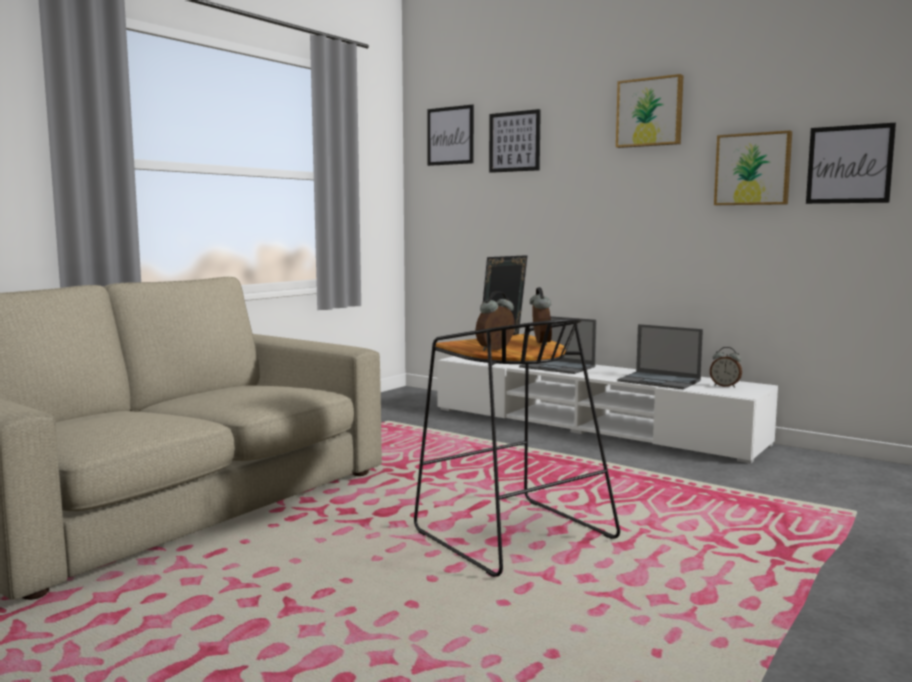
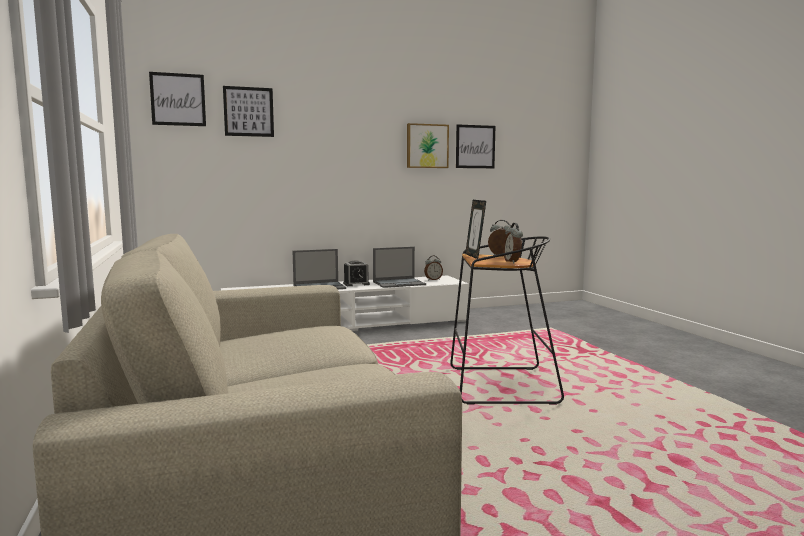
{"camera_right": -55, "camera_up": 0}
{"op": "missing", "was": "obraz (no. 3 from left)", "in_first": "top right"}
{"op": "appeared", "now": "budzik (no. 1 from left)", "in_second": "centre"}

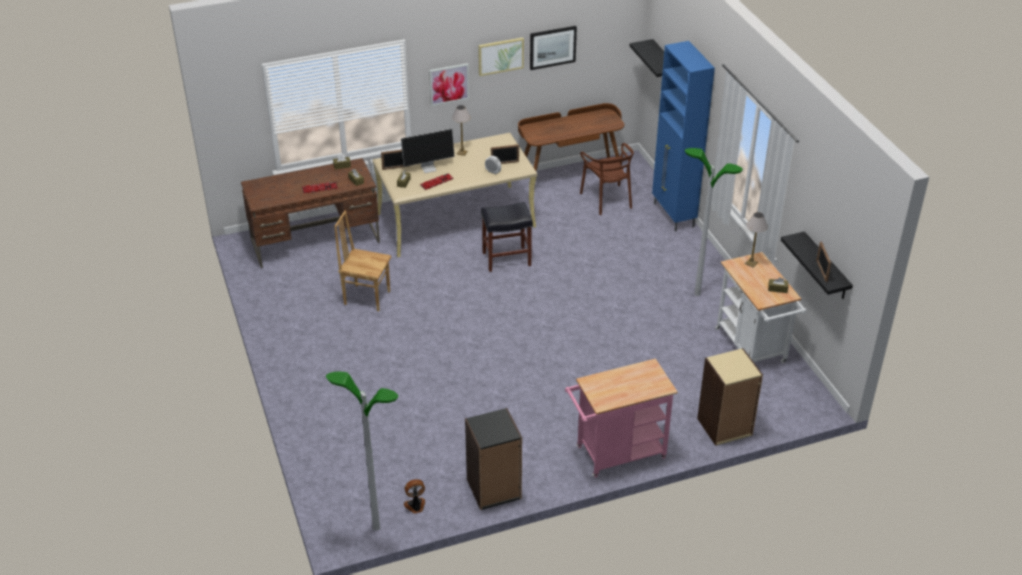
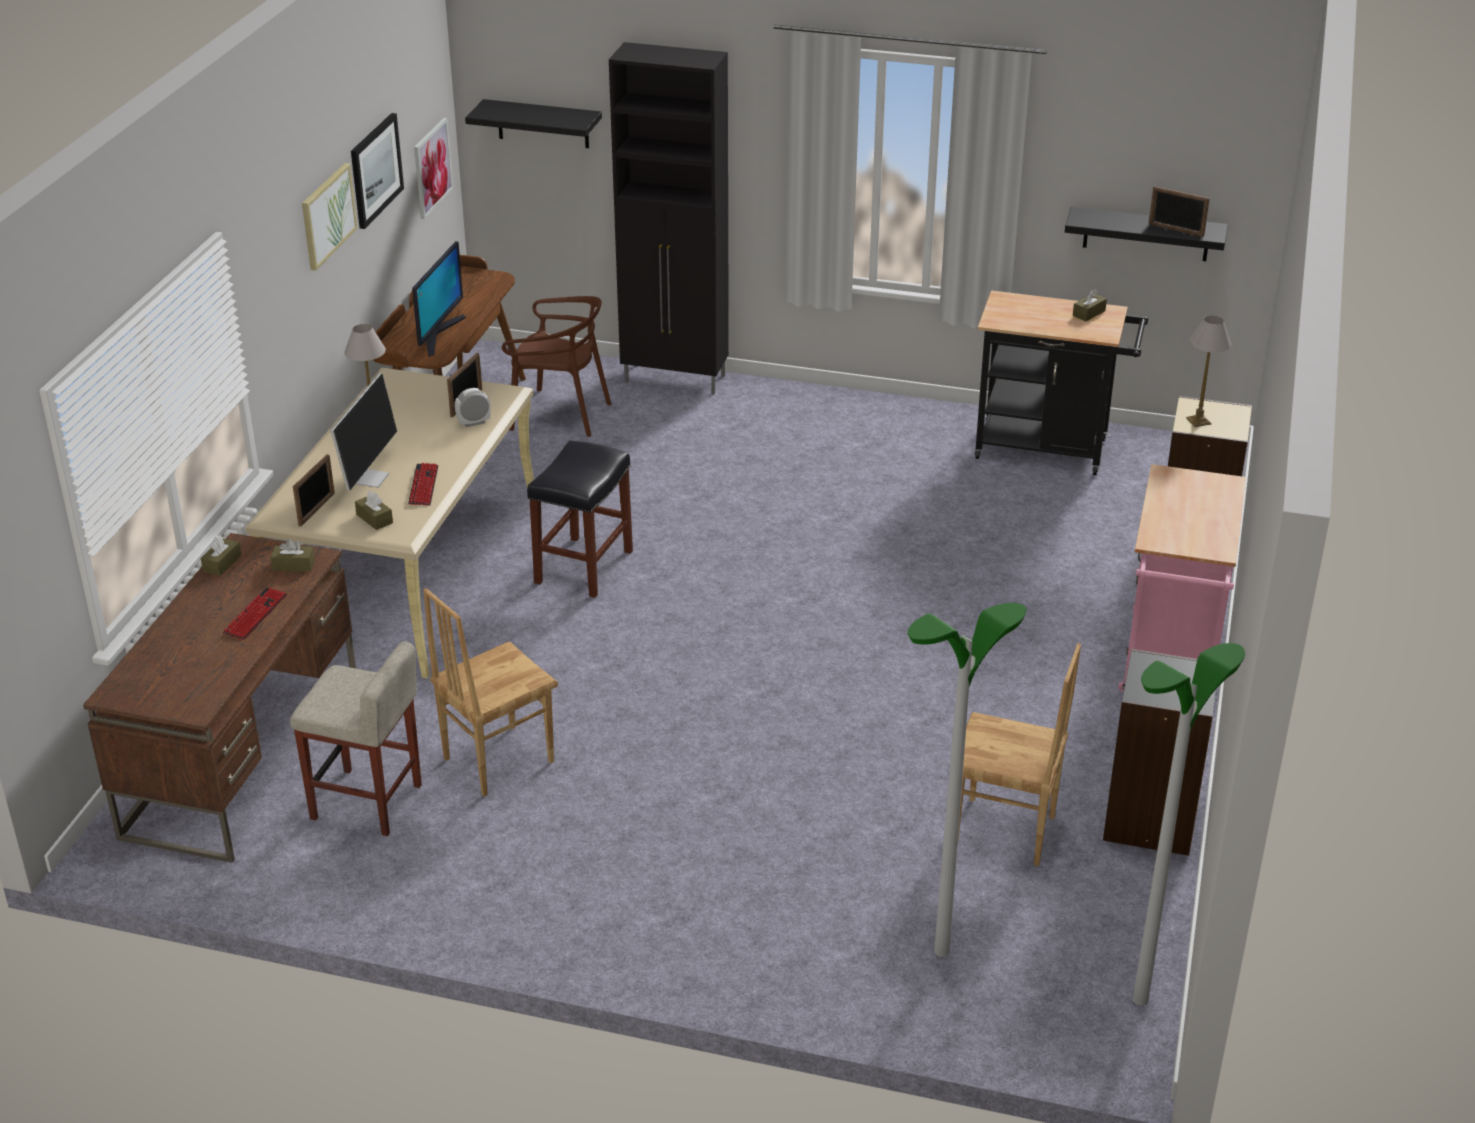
{"camera_right": -55, "camera_up": -5}
{"op": "missing", "was": "wentylator", "in_first": "bottom centre"}
{"op": "appeared", "now": "stołek/beżowy", "in_second": "middle left"}
{"op": "appeared", "now": "monitor (no. 2 from left)", "in_second": "top left"}
{"op": "appeared", "now": "krzesło/brązowy (no. 3 from left)", "in_second": "bottom right"}
{"op": "relocated", "was": "obraz (no. 1 from left in the first image)", "now": "obraz (no. 3 from left)", "in_first": "top centre", "in_second": "top left"}
{"op": "relocated", "was": "lampa stojąca (no. 2 from left in the first image)", "now": "lampa stojąca (no. 1 from left)", "in_first": "middle right", "in_second": "bottom centre"}
{"op": "relocated", "was": "lampa stołowa (no. 2 from left)", "in_first": "middle right", "in_second": "top right"}
{"op": "colour", "was": "szafka/niebieski", "now": "szafka/czarny", "in_first": "top right", "in_second": "top centre"}
{"op": "colour", "was": "wózek/biały", "now": "wózek/czarny", "in_first": "middle right", "in_second": "middle right"}

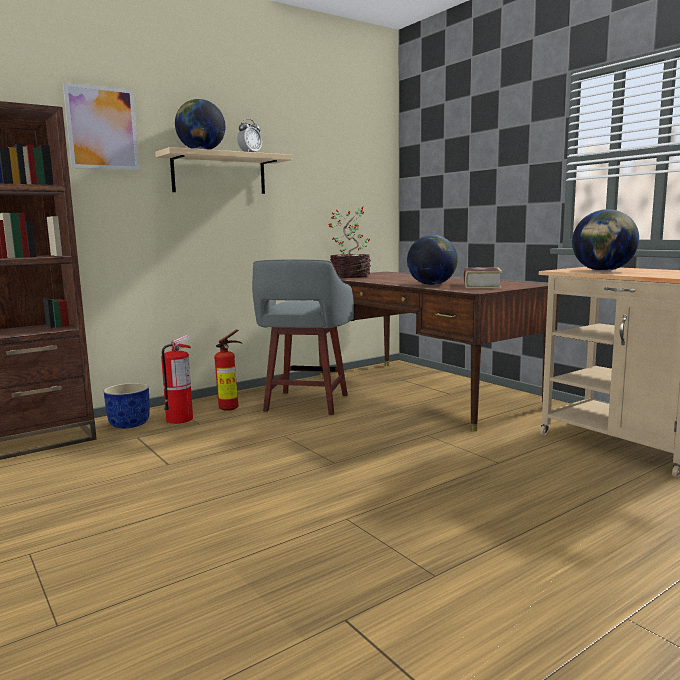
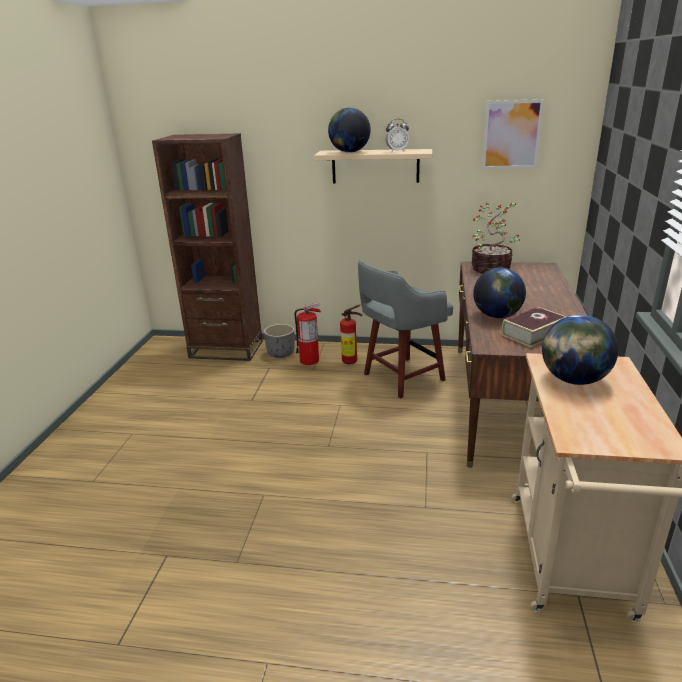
{"camera_right": 45, "camera_up": 15}
{"op": "relocated", "was": "obraz", "in_first": "top left", "in_second": "top right"}
{"op": "colour", "was": "donica/niebieski", "now": "donica/szary", "in_first": "middle left", "in_second": "centre"}

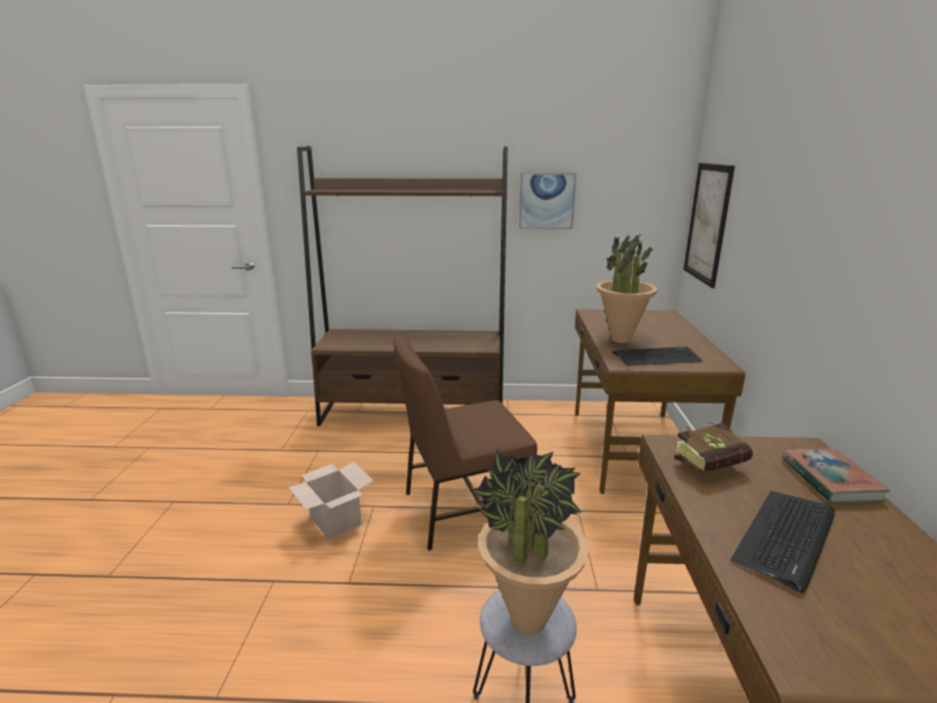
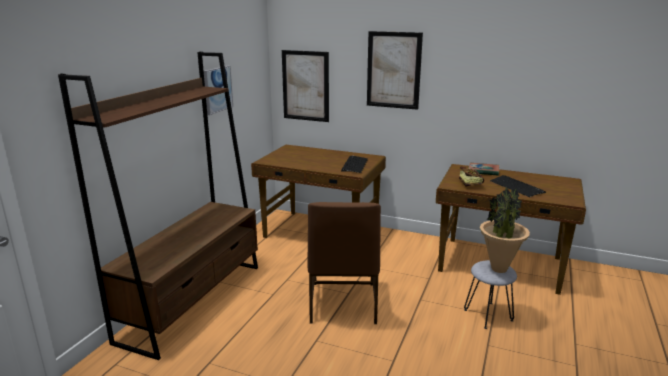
{"camera_right": -70, "camera_up": 0}
{"op": "missing", "was": "karton", "in_first": "bottom centre"}
{"op": "missing", "was": "roślina doniczkowa (no. 2 from left)", "in_first": "middle right"}
{"op": "appeared", "now": "obraz (no. 3 from left)", "in_second": "top centre"}

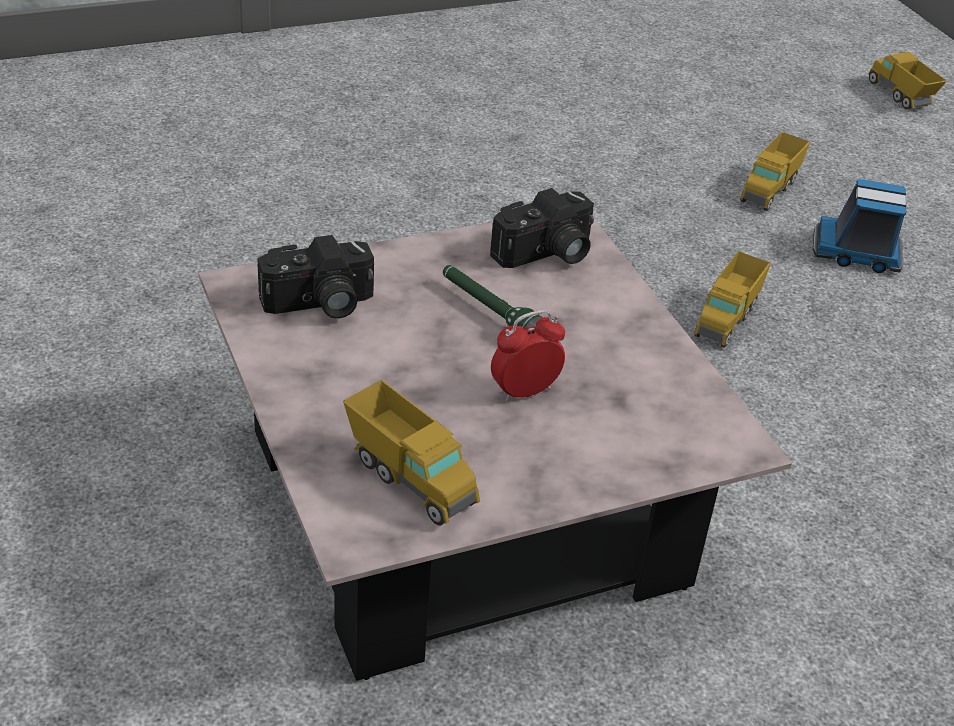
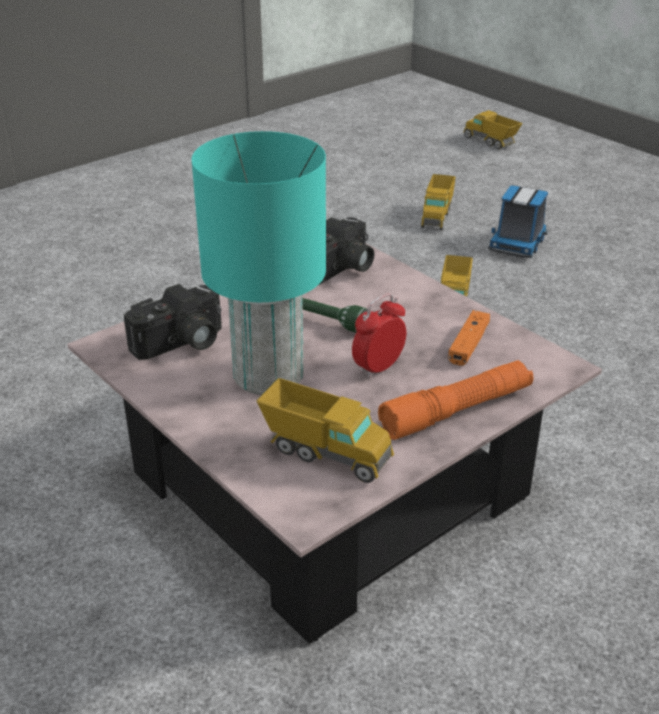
{"camera_right": -15, "camera_up": -5}
{"op": "appeared", "now": "lampa stołowa/turkusowy", "in_second": "centre"}
{"op": "appeared", "now": "latarka/pomarańczowy", "in_second": "middle right"}
{"op": "appeared", "now": "pad do gier/pomarańczowy", "in_second": "middle right"}
{"op": "spun", "was": "ciężarówka zabawkowa (no. 4 from left in the first image)", "in_first": "top right", "in_second": "top right", "clockwise": -60}

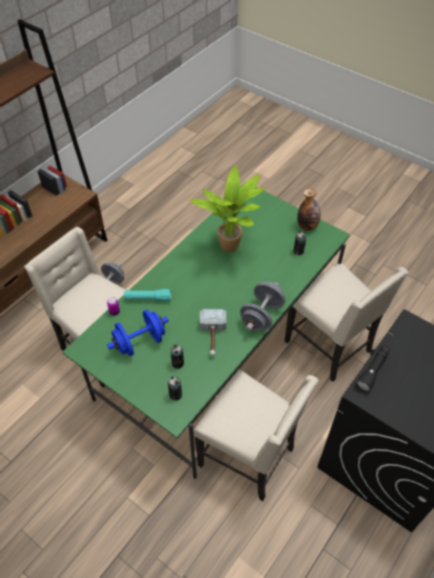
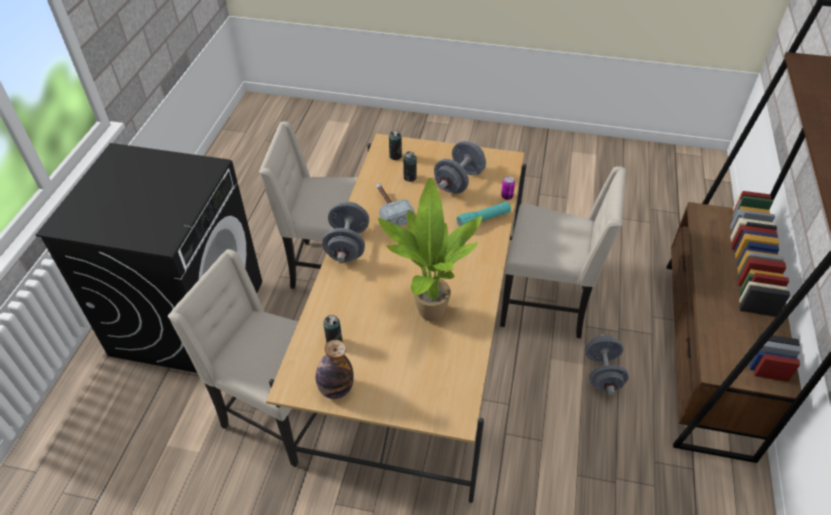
{"camera_right": 155, "camera_up": -5}
{"op": "missing", "was": "latarka/czarny", "in_first": "middle right"}
{"op": "colour", "was": "stół jadalny/zielony", "now": "stół jadalny/beżowy", "in_first": "centre", "in_second": "centre"}
{"op": "colour", "was": "hantel/niebieski", "now": "hantel/szary (no. 2 from left)", "in_first": "middle left", "in_second": "top centre"}

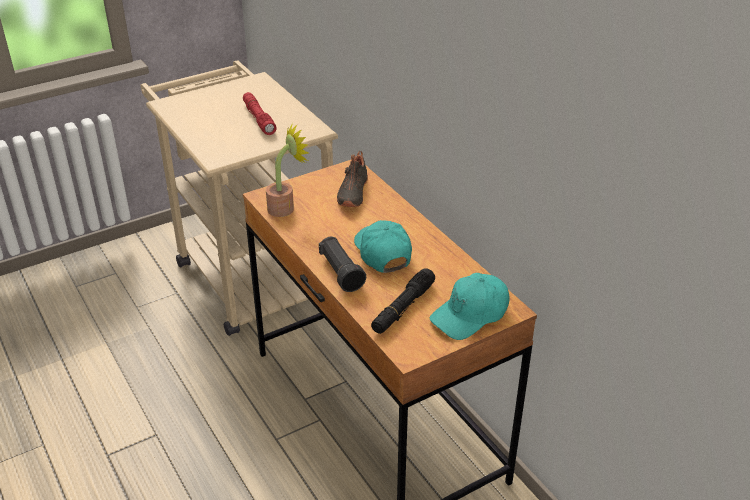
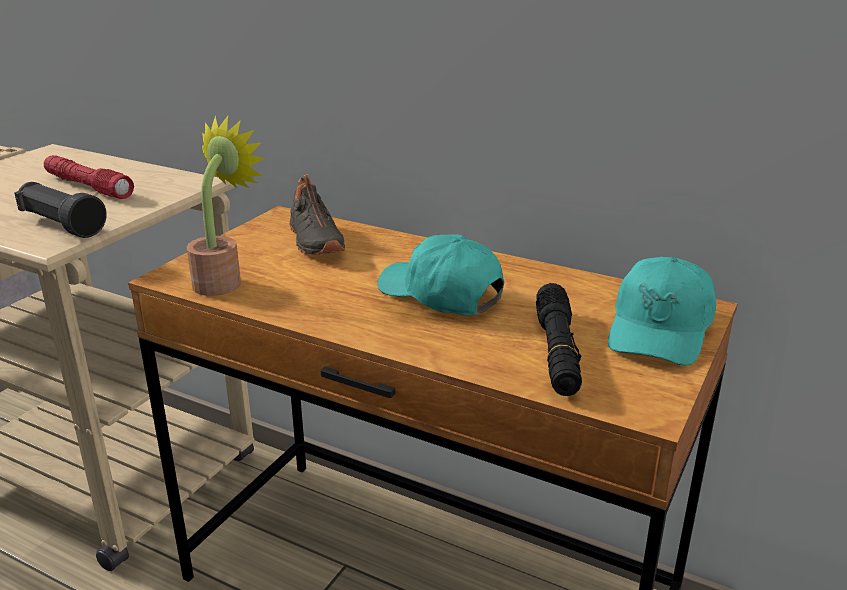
{"camera_right": -30, "camera_up": -10}
{"op": "relocated", "was": "latarka/czarny (no. 1 from left)", "in_first": "centre", "in_second": "middle left"}

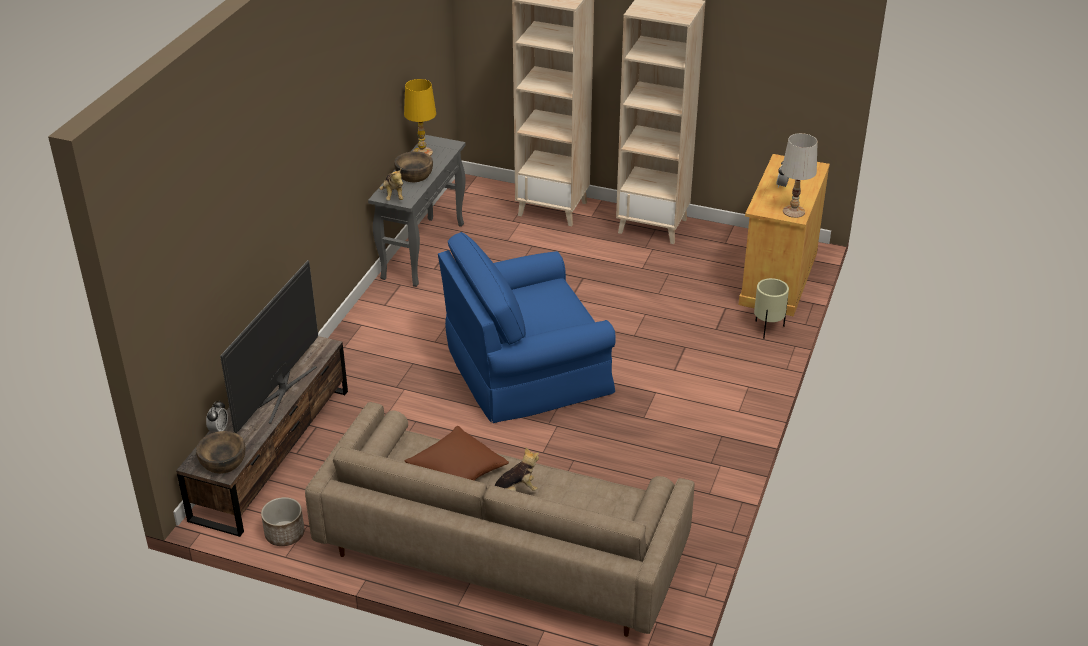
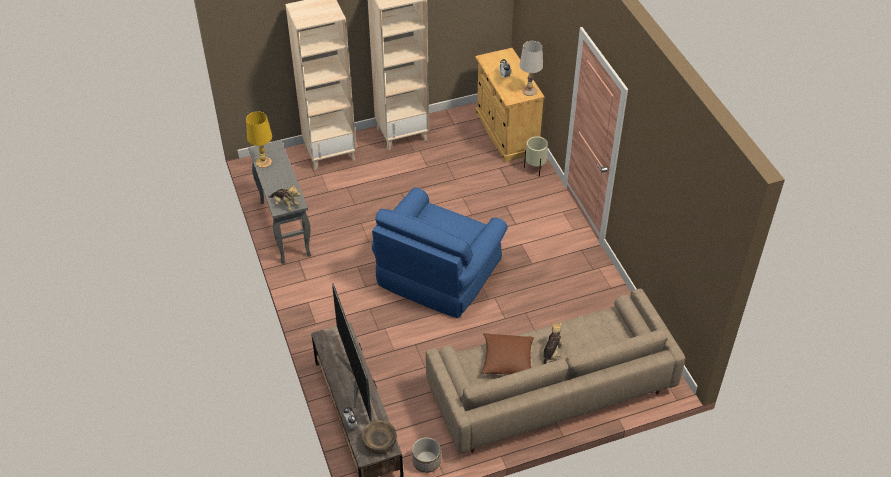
{"camera_right": -40, "camera_up": 10}
{"op": "missing", "was": "miska/brązowy (no. 2 from left)", "in_first": "top centre"}

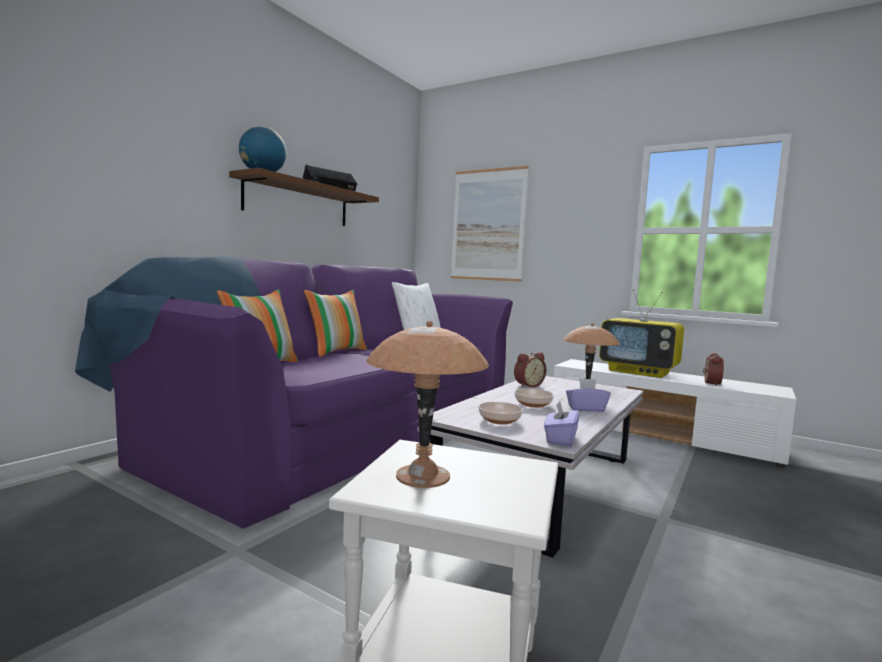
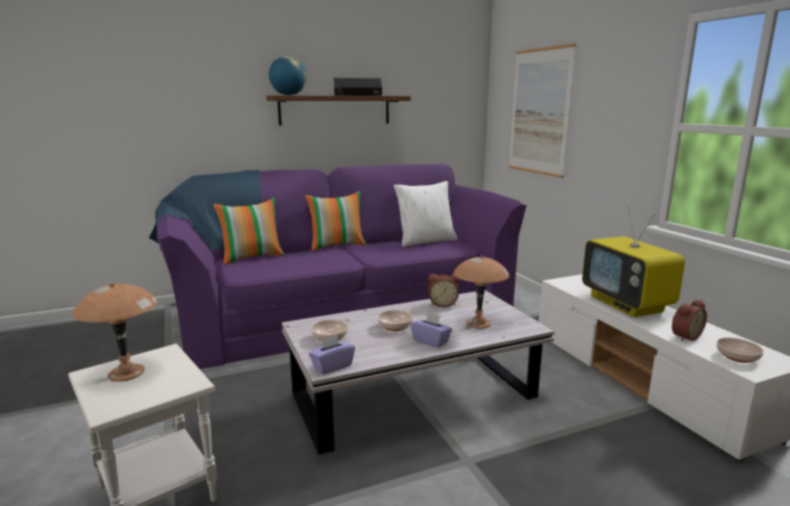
{"camera_right": 35, "camera_up": 10}
{"op": "appeared", "now": "miska (no. 3 from left)", "in_second": "bottom right"}

